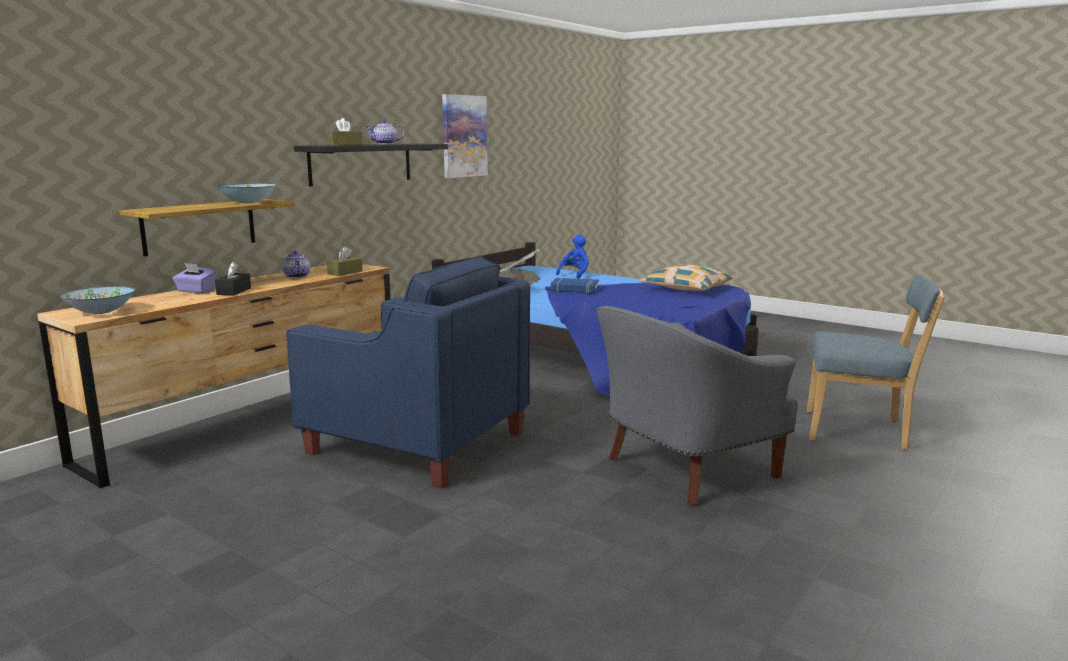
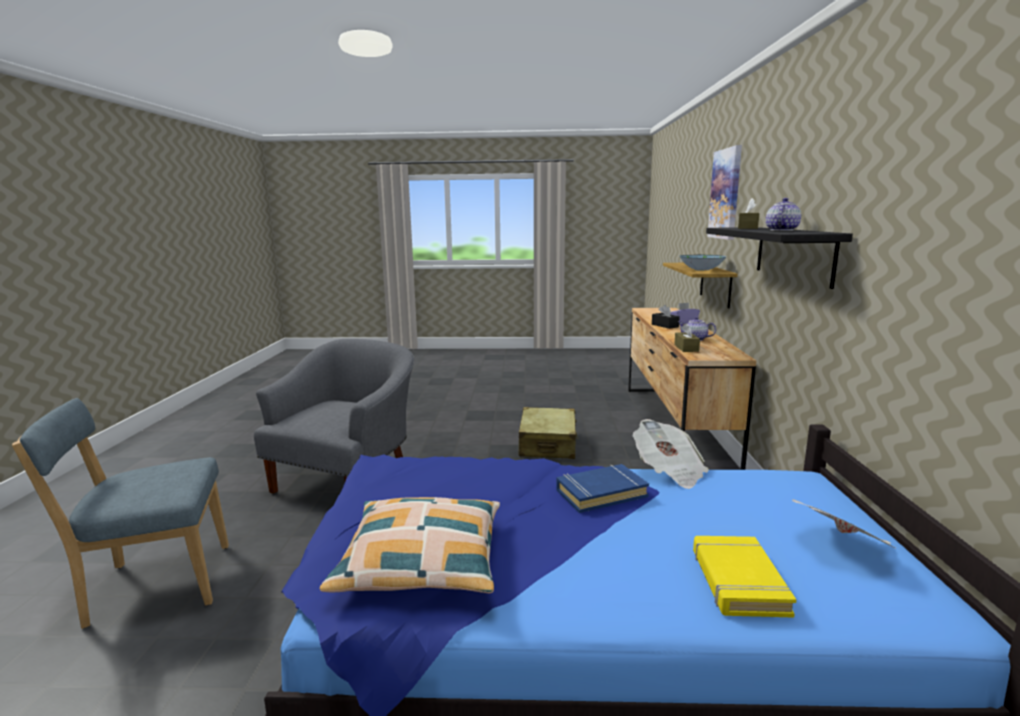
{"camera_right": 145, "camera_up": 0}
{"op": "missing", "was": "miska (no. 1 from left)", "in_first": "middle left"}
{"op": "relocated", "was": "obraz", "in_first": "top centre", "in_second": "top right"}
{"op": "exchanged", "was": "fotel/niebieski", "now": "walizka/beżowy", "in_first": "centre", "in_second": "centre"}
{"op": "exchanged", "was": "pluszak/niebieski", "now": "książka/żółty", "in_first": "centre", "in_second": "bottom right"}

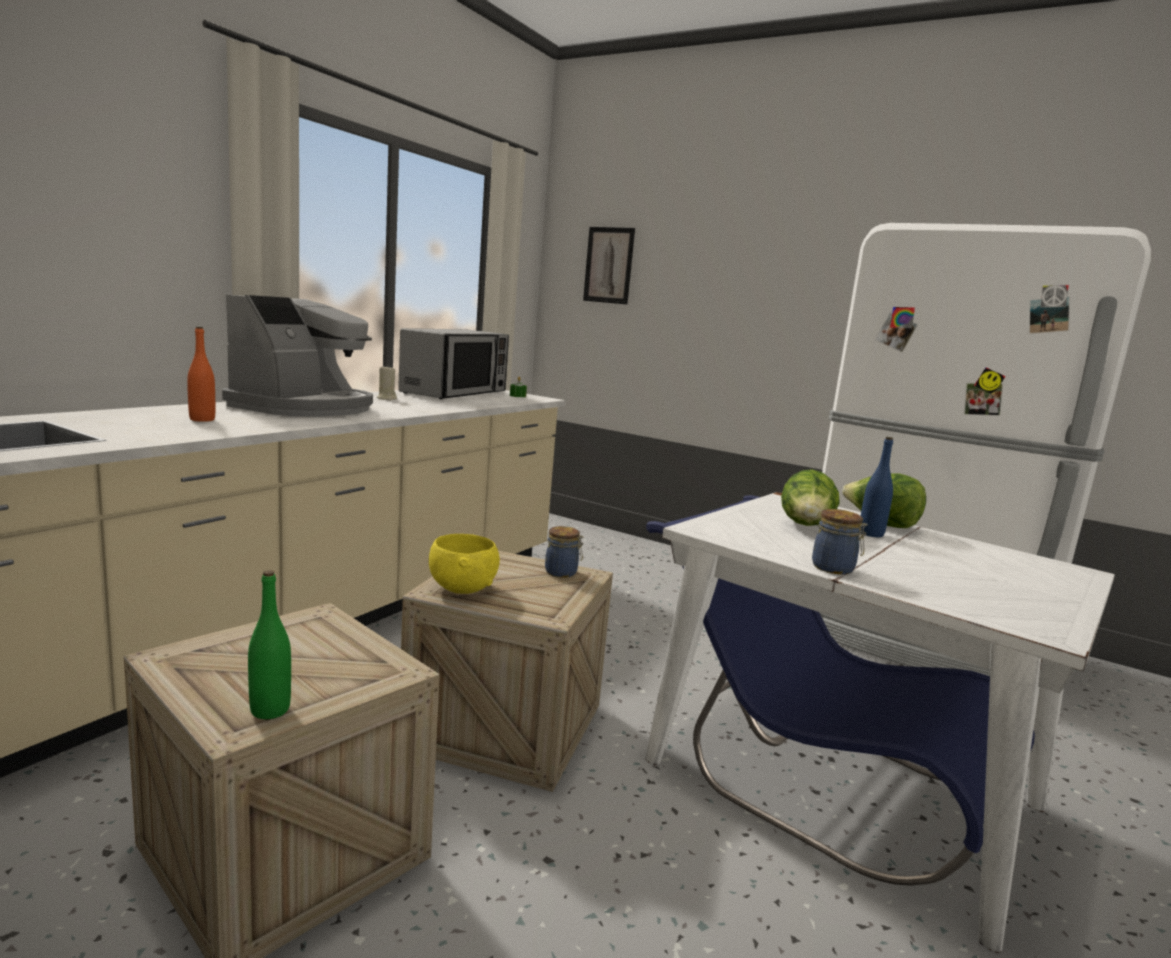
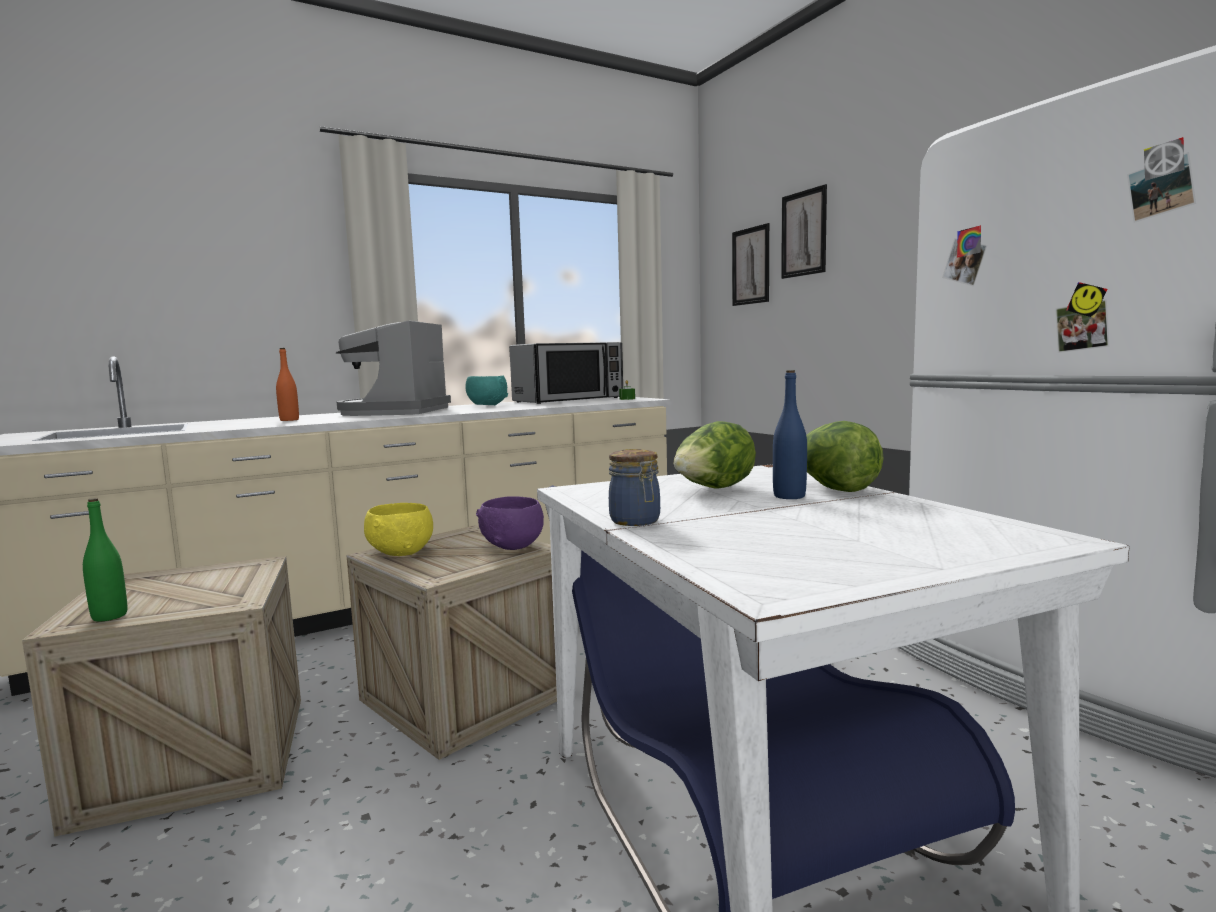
{"camera_right": 30, "camera_up": -5}
{"op": "appeared", "now": "obraz (no. 2 from left)", "in_second": "top centre"}
{"op": "exchanged", "was": "świeca/beżowy", "now": "miska/turkusowy", "in_first": "middle left", "in_second": "centre"}
{"op": "exchanged", "was": "słoik (no. 1 from left)", "now": "miska/fioletowy", "in_first": "centre", "in_second": "centre"}
{"op": "spun", "was": "ekspres do kawy", "in_first": "middle left", "in_second": "middle left", "clockwise": 135}

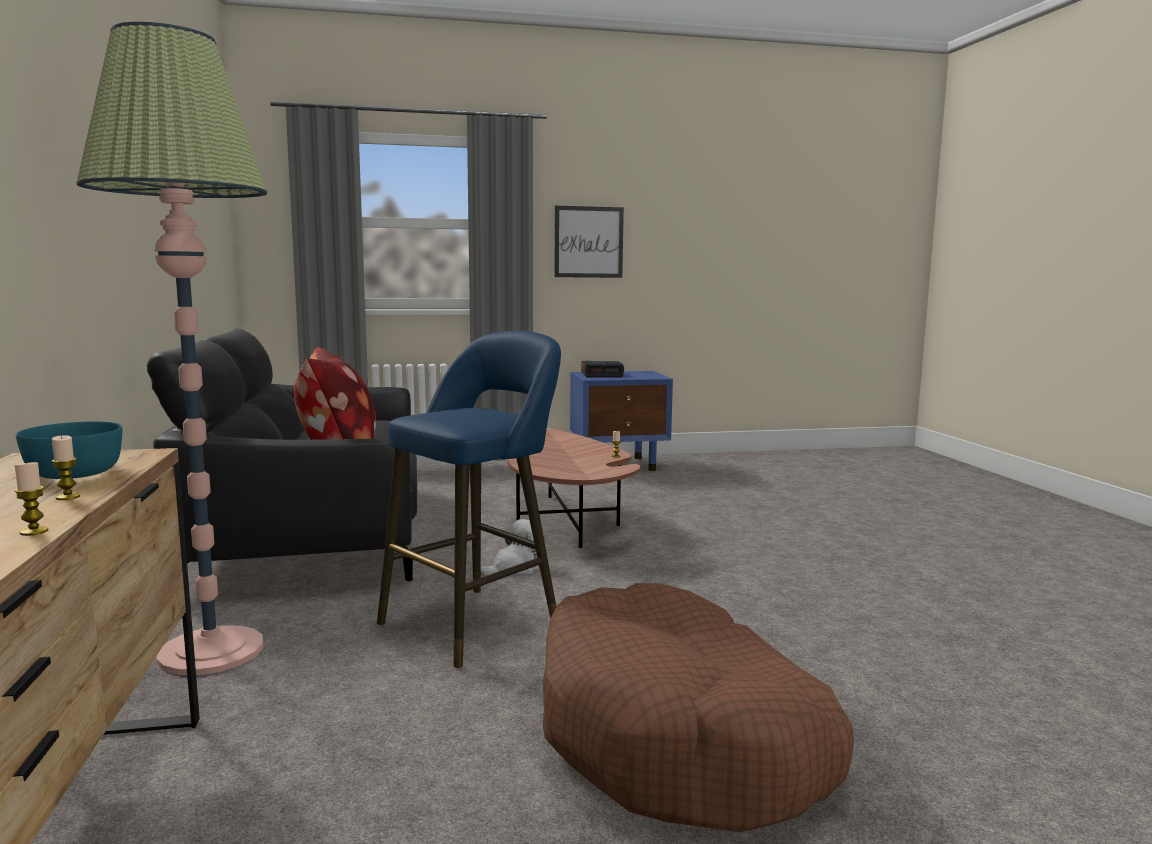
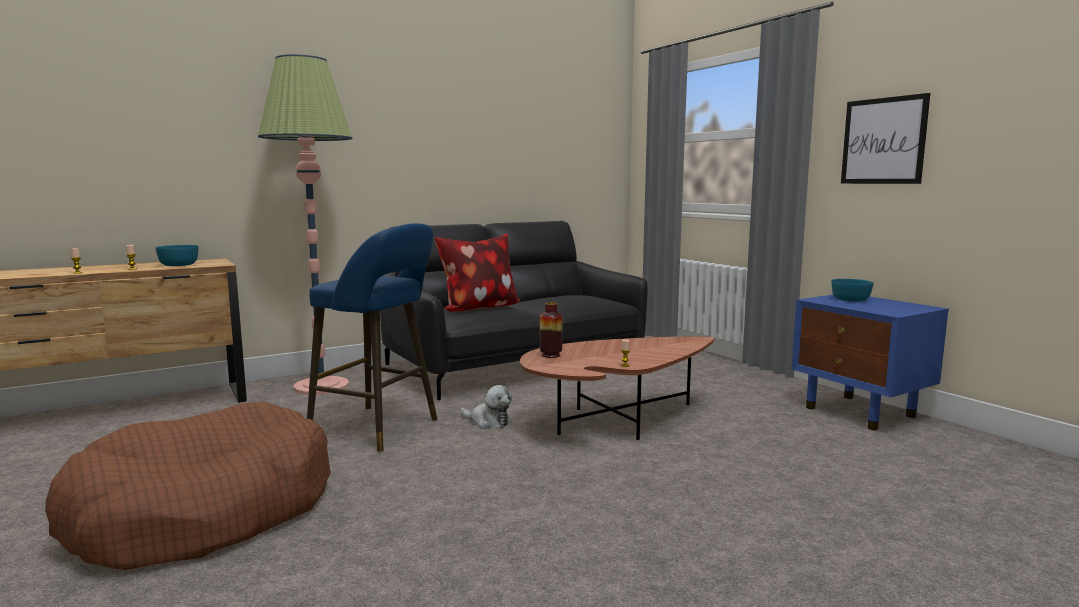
{"camera_right": 70, "camera_up": 0}
{"op": "appeared", "now": "wazon", "in_second": "centre"}
{"op": "exchanged", "was": "budzik", "now": "miska/turkusowy (no. 2 from left)", "in_first": "centre", "in_second": "middle right"}

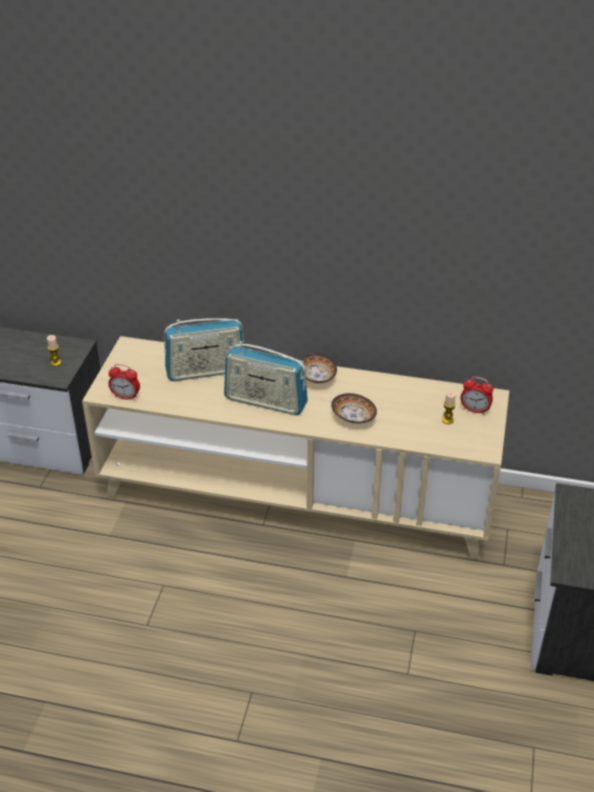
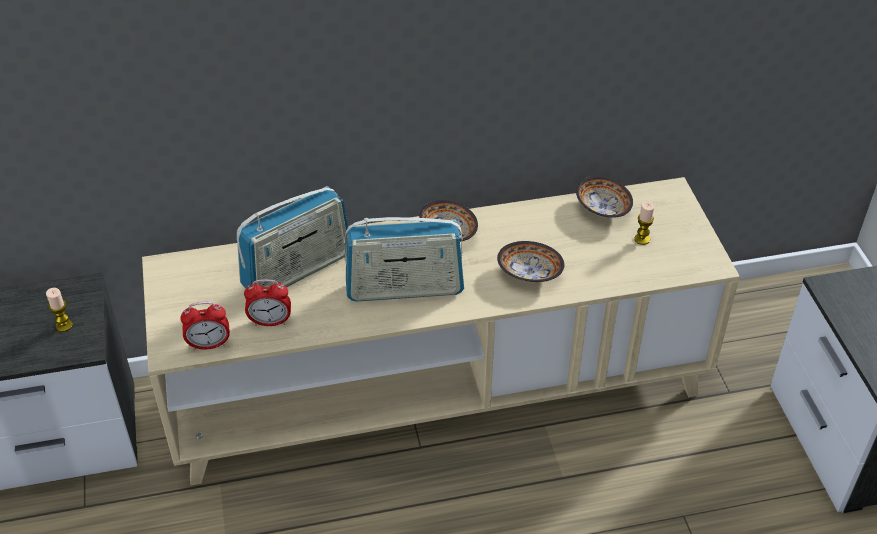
{"camera_right": -25, "camera_up": 5}
{"op": "appeared", "now": "miska (no. 3 from left)", "in_second": "middle right"}
{"op": "relocated", "was": "budzik (no. 2 from left)", "in_first": "middle right", "in_second": "middle left"}

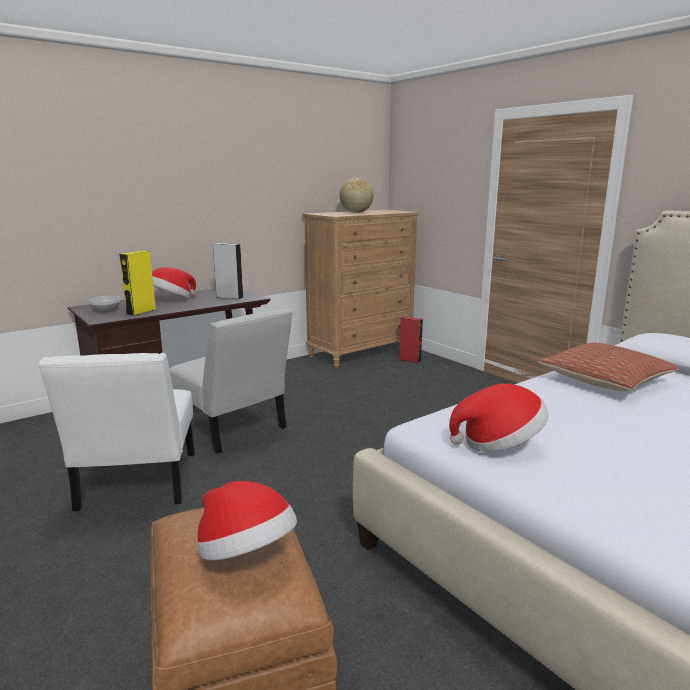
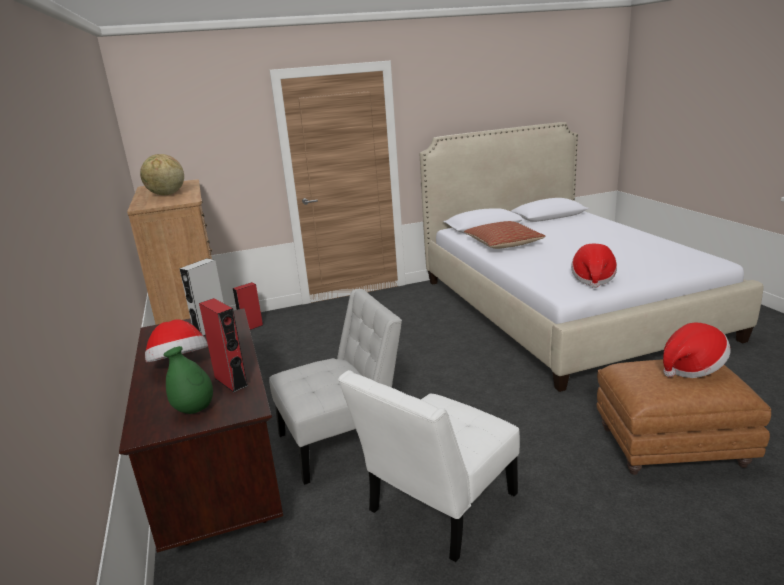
{"camera_right": -70, "camera_up": 5}
{"op": "exchanged", "was": "miska", "now": "wazon/zielony", "in_first": "middle left", "in_second": "middle left"}
{"op": "colour", "was": "głośnik/żółty", "now": "głośnik/czerwony (no. 1 from left)", "in_first": "middle left", "in_second": "middle left"}
{"op": "spun", "was": "krzesło/biały (no. 1 from left in the first image)", "in_first": "middle left", "in_second": "bottom centre", "clockwise": 120}

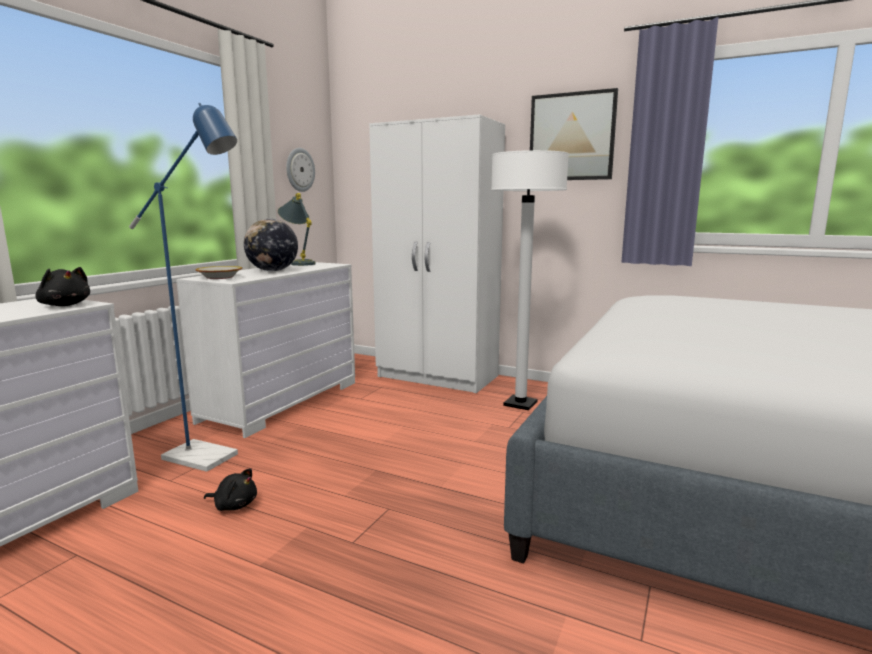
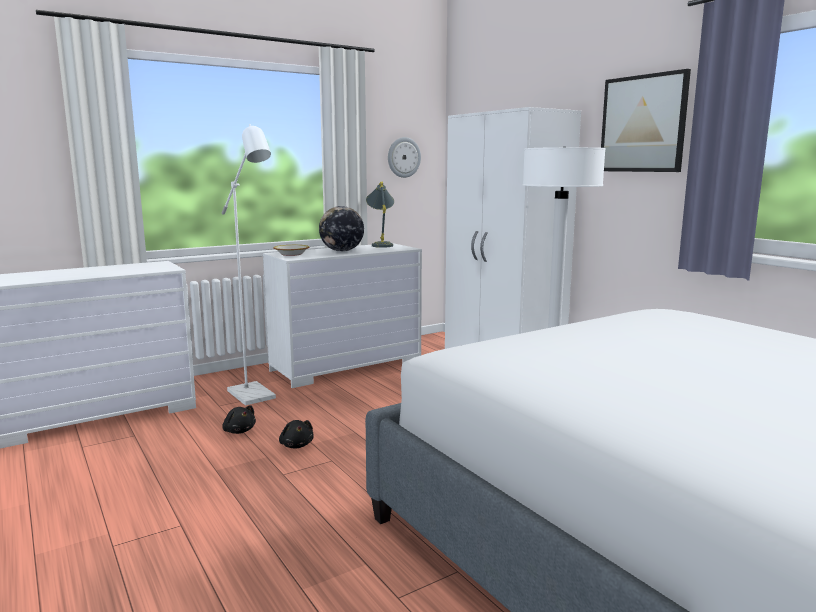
{"camera_right": 30, "camera_up": 0}
{"op": "relocated", "was": "pluszak/czarny (no. 1 from left in the first image)", "now": "pluszak/czarny (no. 2 from left)", "in_first": "middle left", "in_second": "bottom centre"}
{"op": "colour", "was": "lampa stojąca/niebieski", "now": "lampa stojąca/biały (no. 1 from left)", "in_first": "middle left", "in_second": "middle left"}

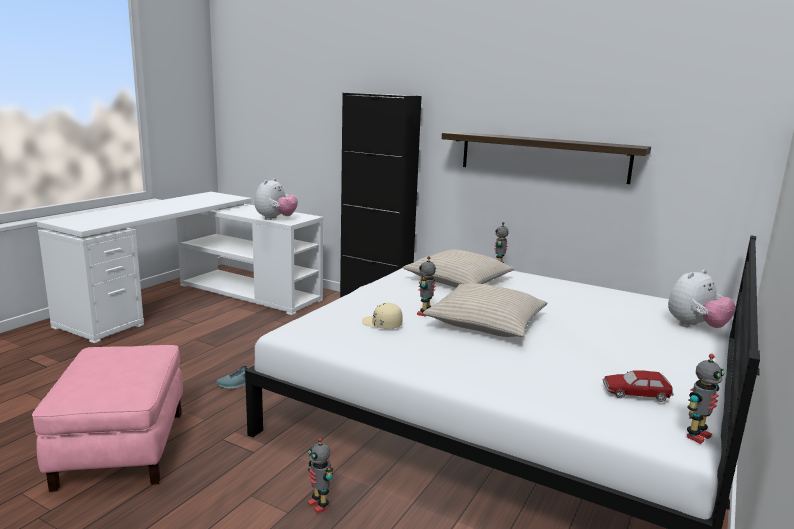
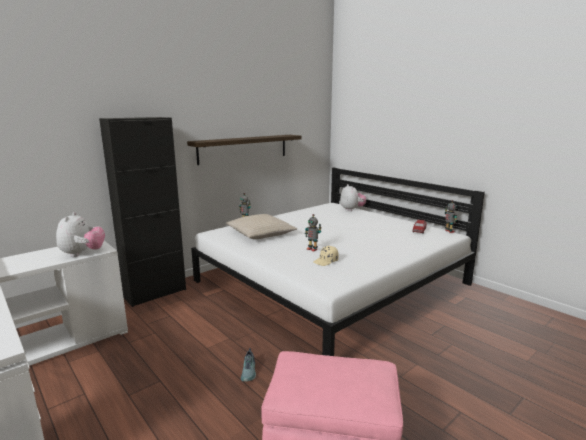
{"camera_right": -70, "camera_up": 0}
{"op": "missing", "was": "robot zabawkowy (no. 1 from left)", "in_first": "bottom centre"}
{"op": "missing", "was": "poduszka/beżowy (no. 2 from left)", "in_first": "centre"}
{"op": "spun", "was": "pluszak (no. 1 from left)", "in_first": "centre", "in_second": "middle left", "clockwise": 45}

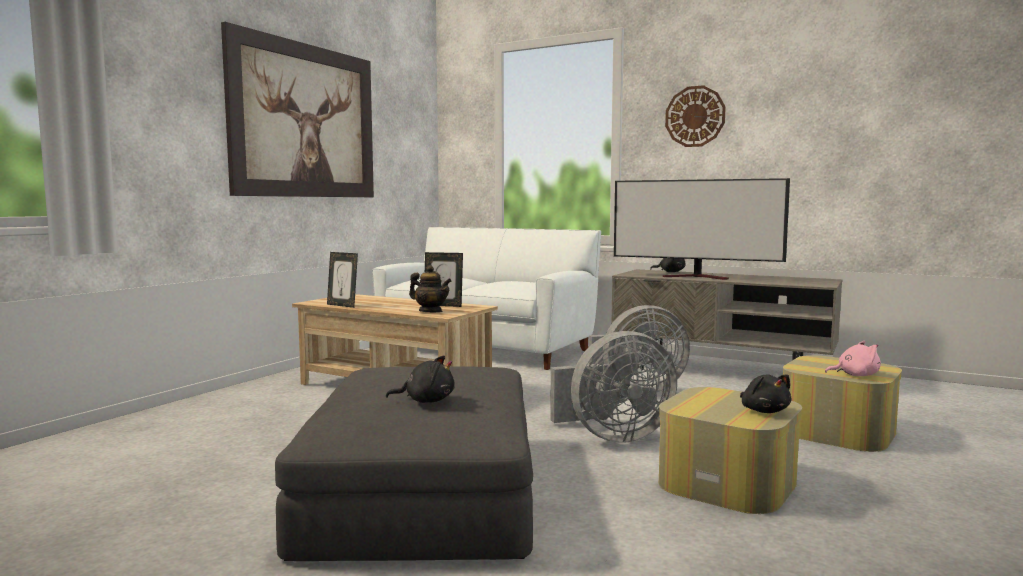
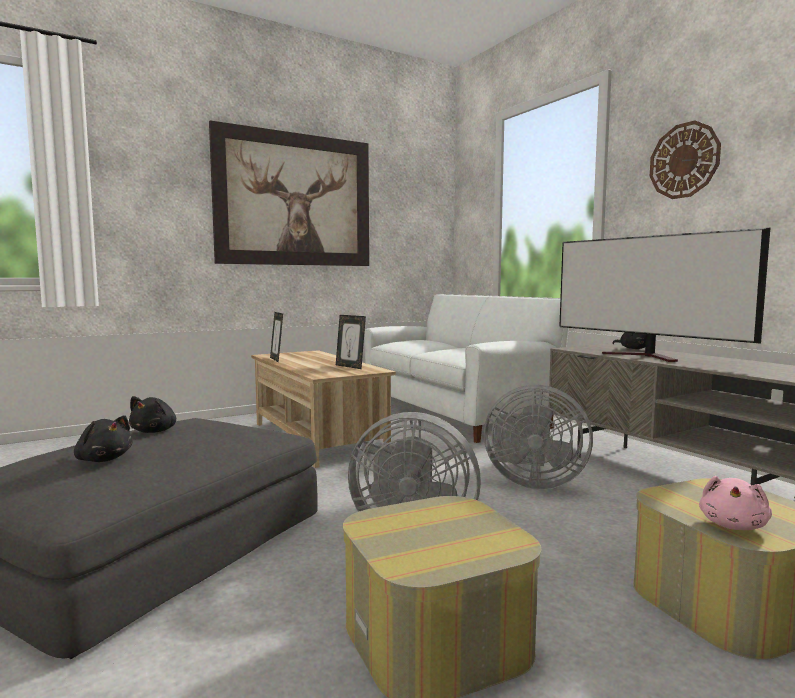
{"camera_right": 30, "camera_up": 0}
{"op": "missing", "was": "imbryk", "in_first": "centre"}
{"op": "relocated", "was": "pluszak/czarny (no. 3 from left in the first image)", "now": "pluszak/czarny (no. 2 from left)", "in_first": "bottom right", "in_second": "middle left"}
{"op": "spun", "was": "pluszak/różowy", "in_first": "middle right", "in_second": "bottom right", "clockwise": 90}

